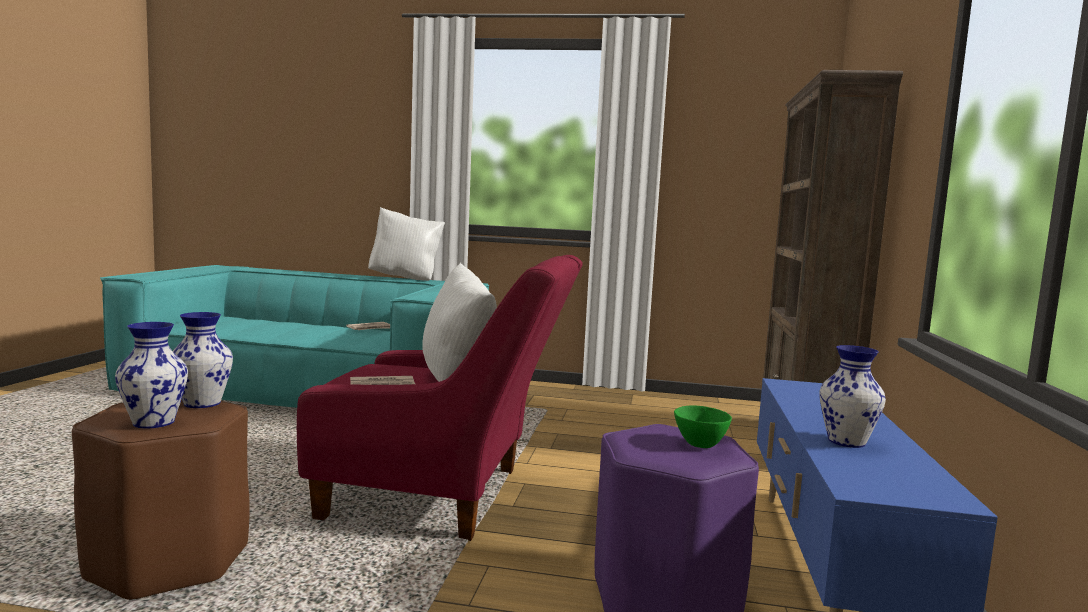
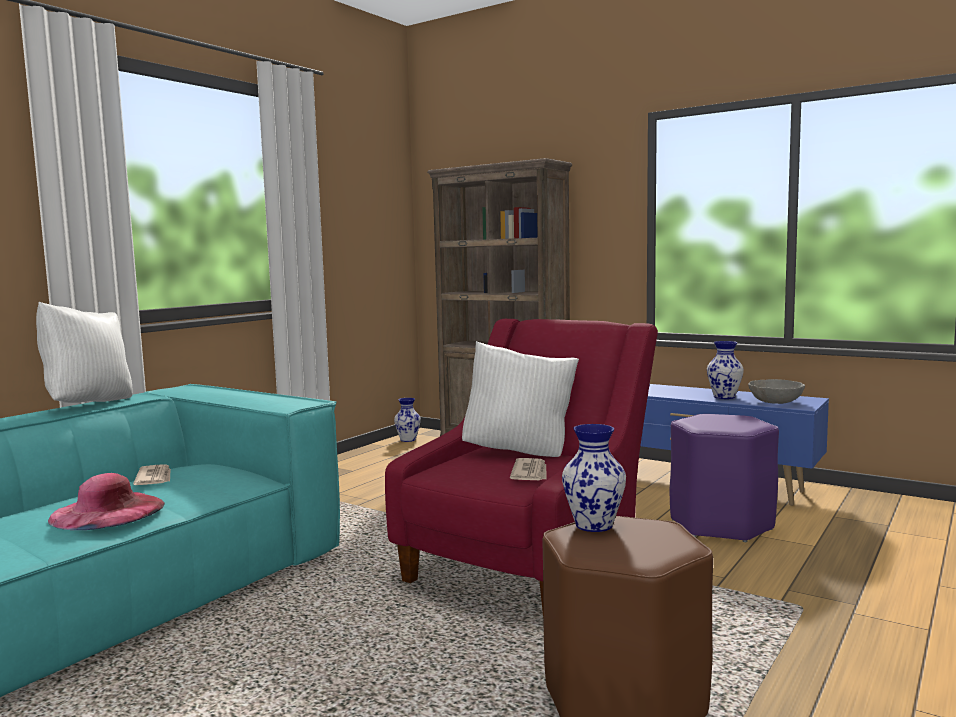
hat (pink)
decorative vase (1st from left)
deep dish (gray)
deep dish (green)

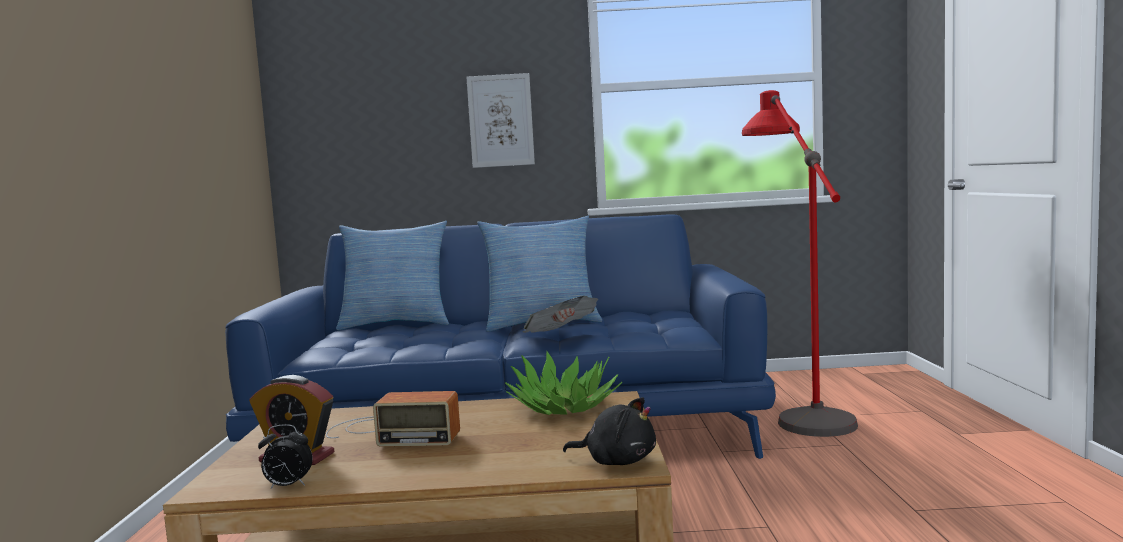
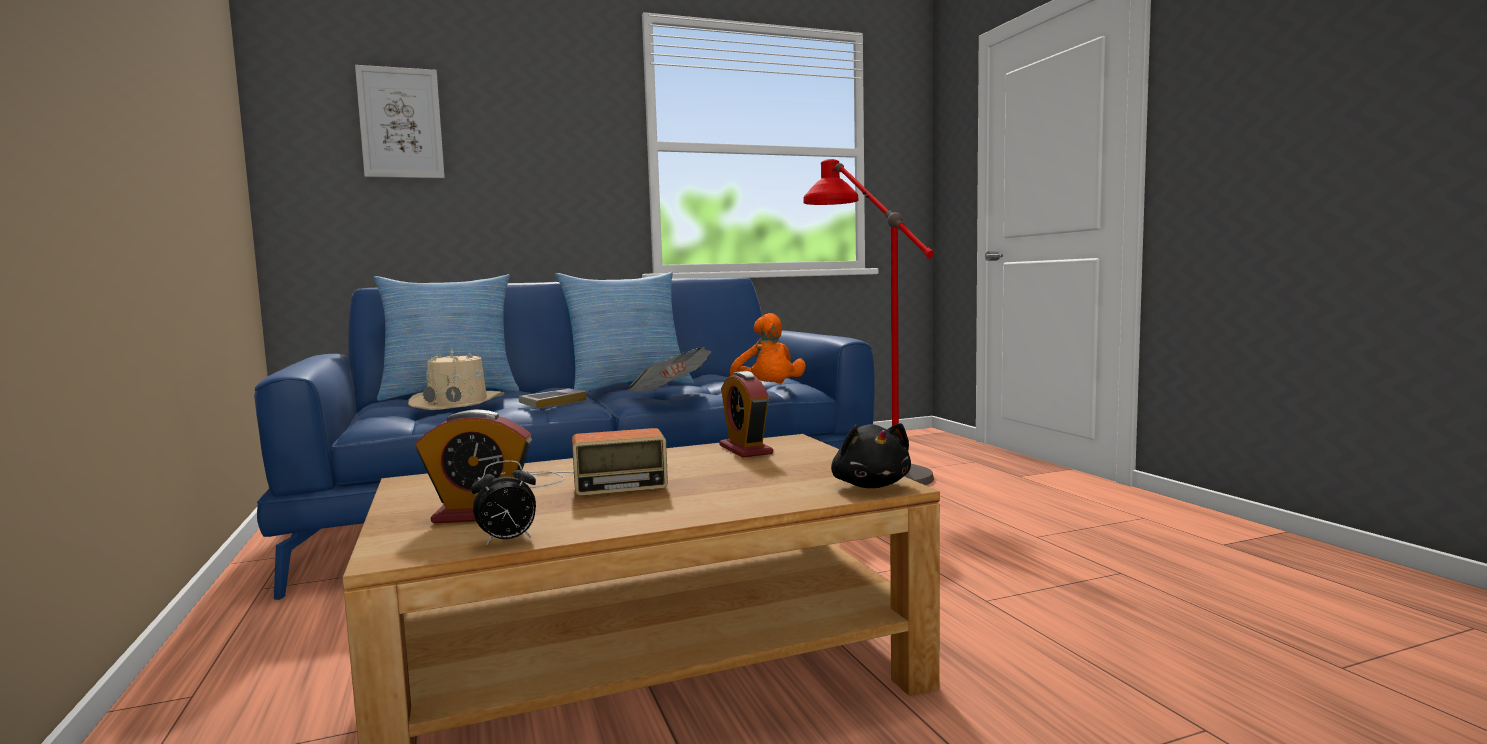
wall picture
hat (sand-coloured)
book
alarm clock (3rd from left)
soft toy (orange)
soft toy (black-coloured)

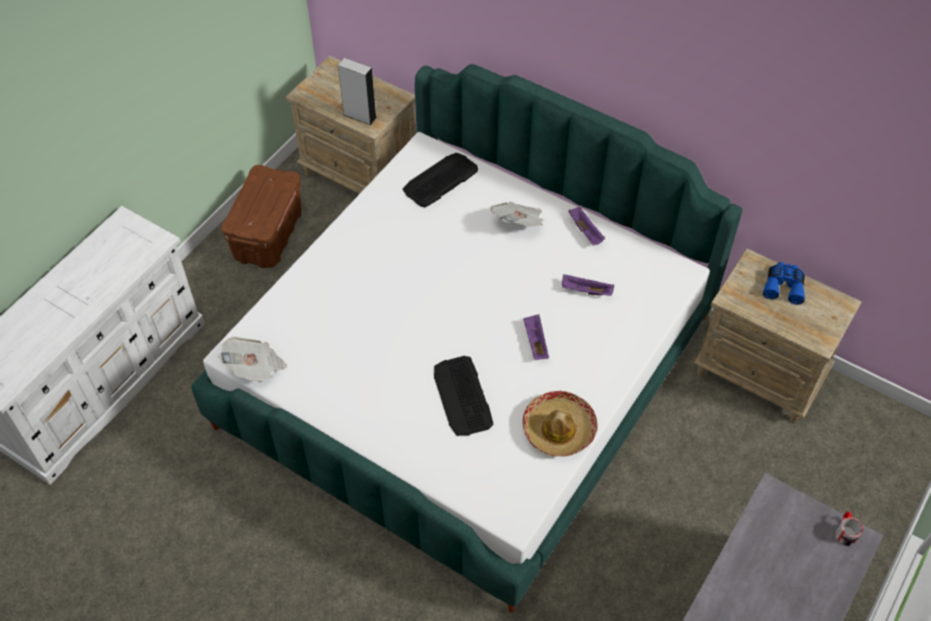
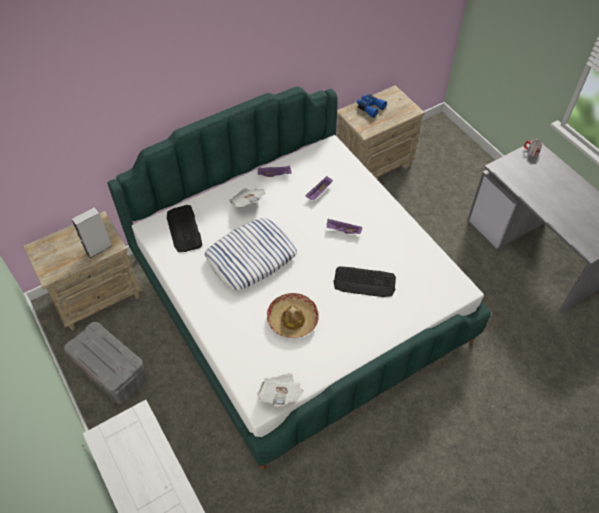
storage box (gray)
throw pillow
hat

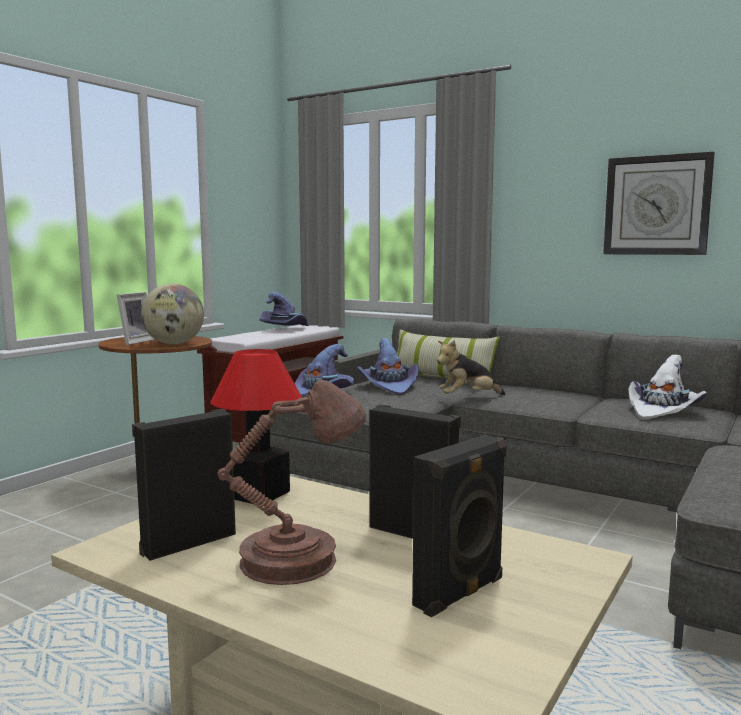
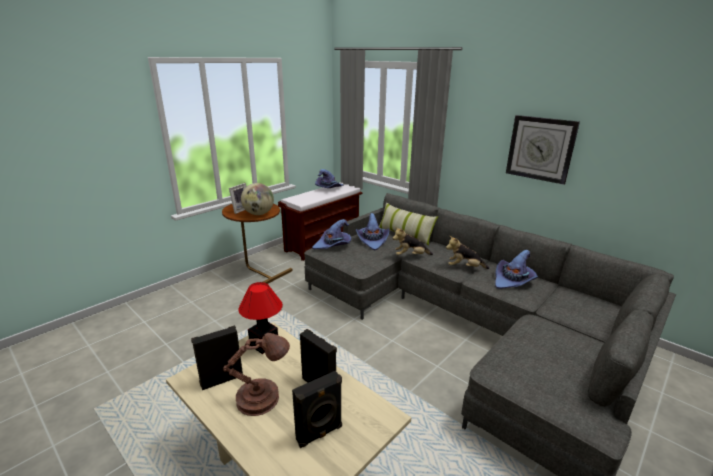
soft toy (2nd from left)
hat (purple) (4th from left)

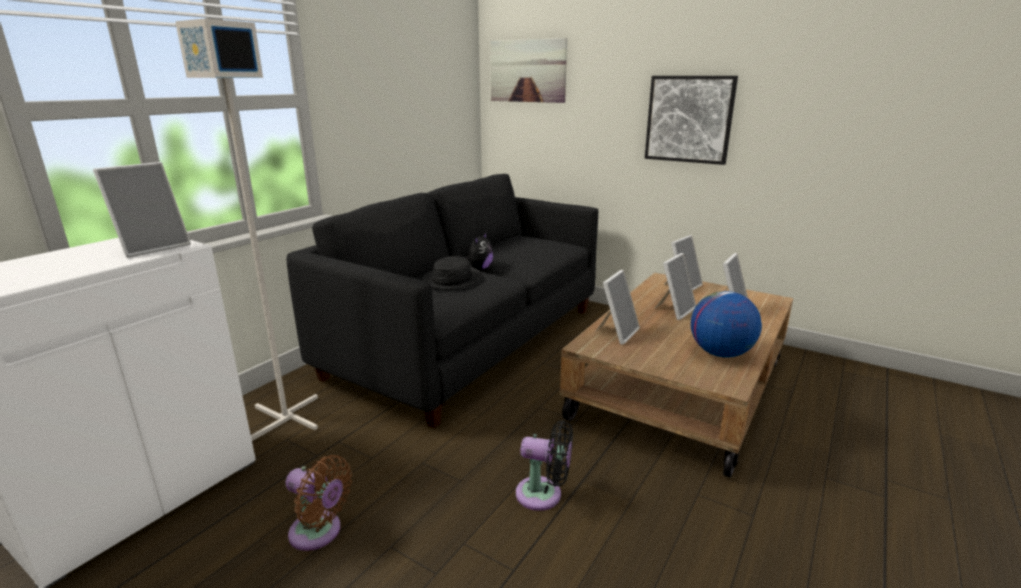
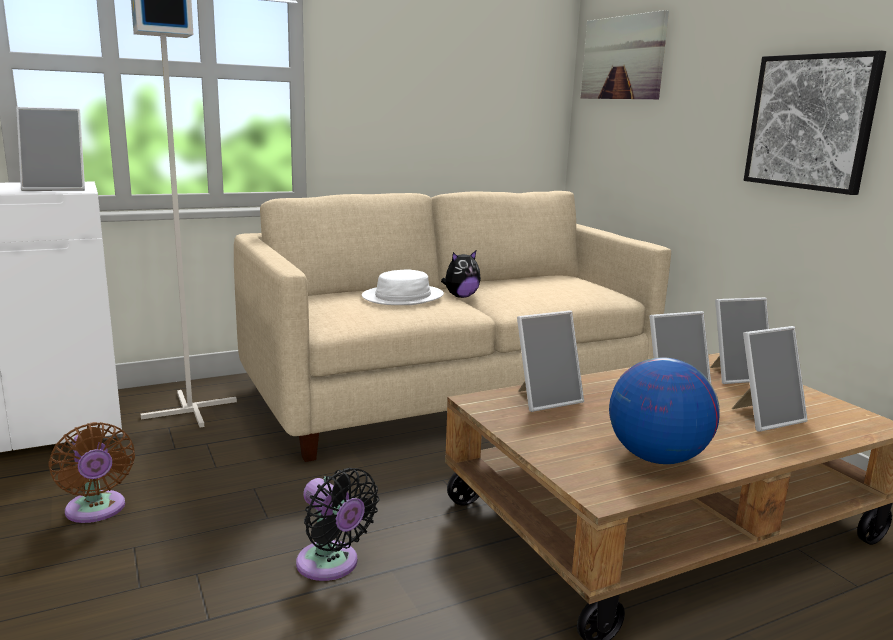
couch (sand-coloured)
hat (white-coloured)

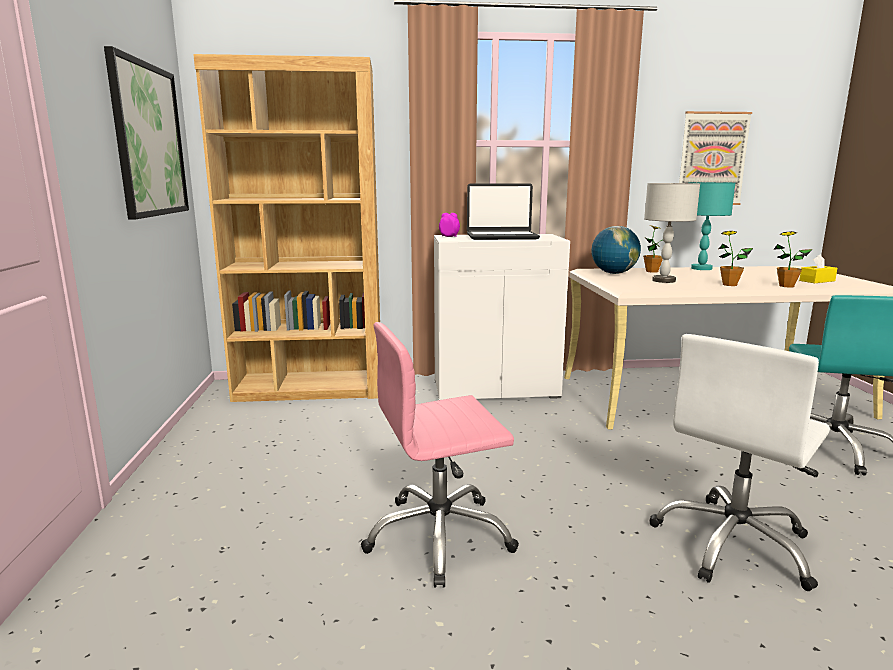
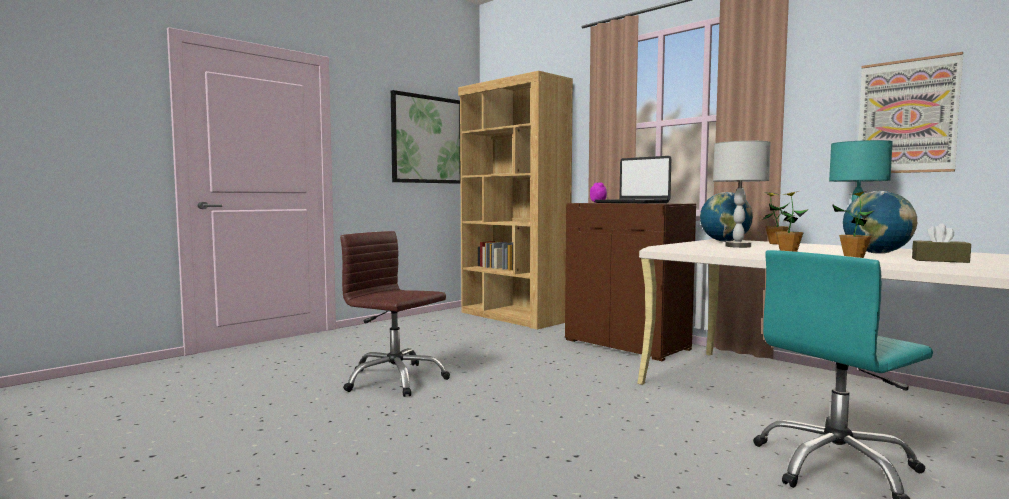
computer chair (brownish)
cabinet (brownish)
world globe (2nd from left)
tissue holder (brownish)
computer chair (white-coloured)

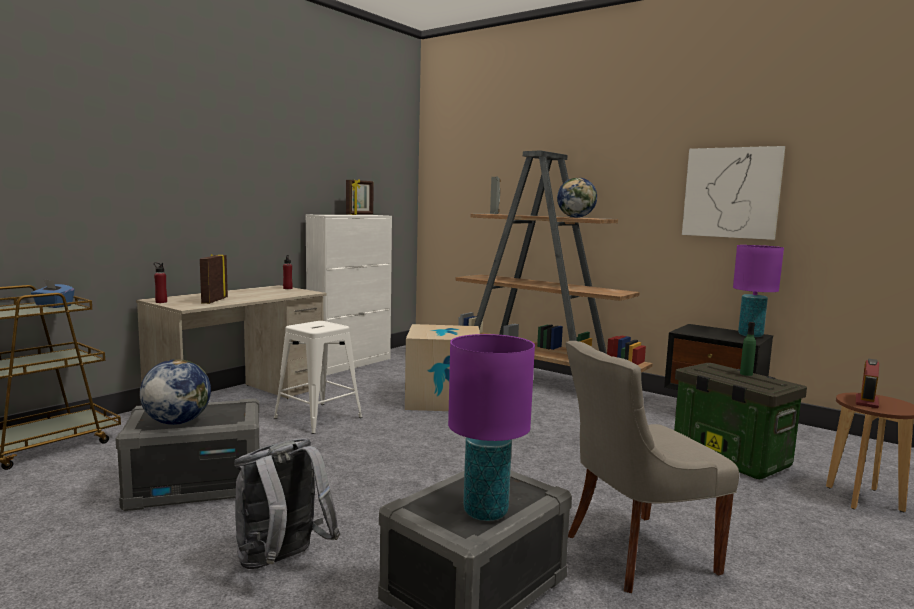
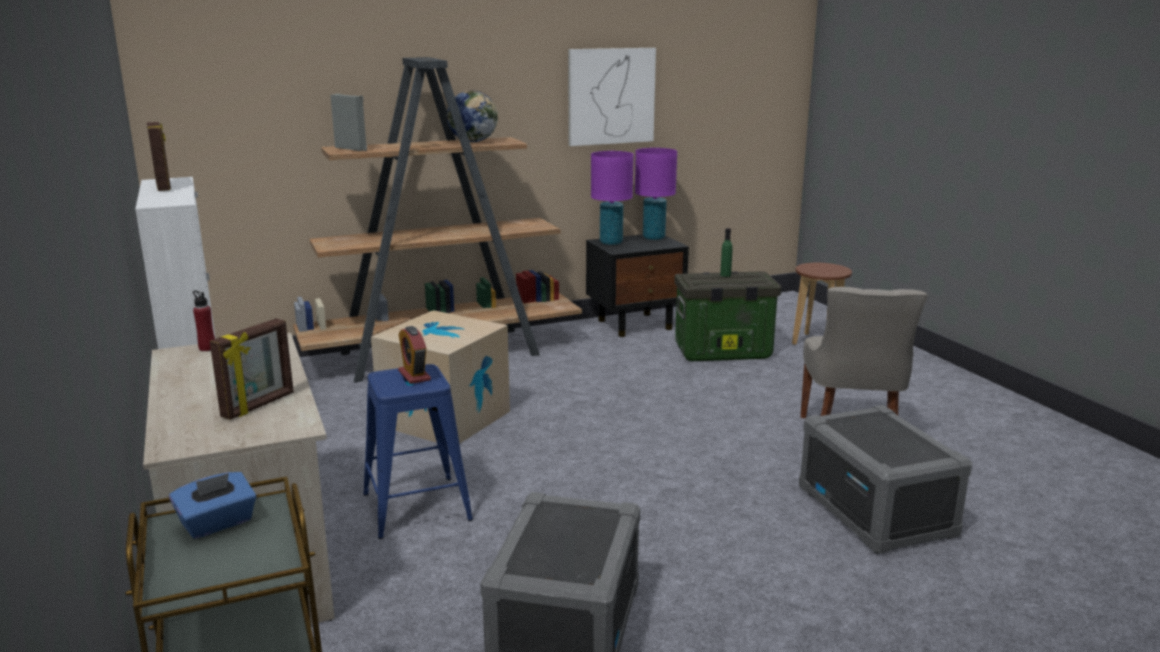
picture frame (2nd from left)
sitting stool (blue-coloured)
alarm clock
lamp for a table (purple) (1st from left)
world globe (1st from left in the first image)
drink bottle (reddish) (1st from left in the first image)
knapsack (gray)

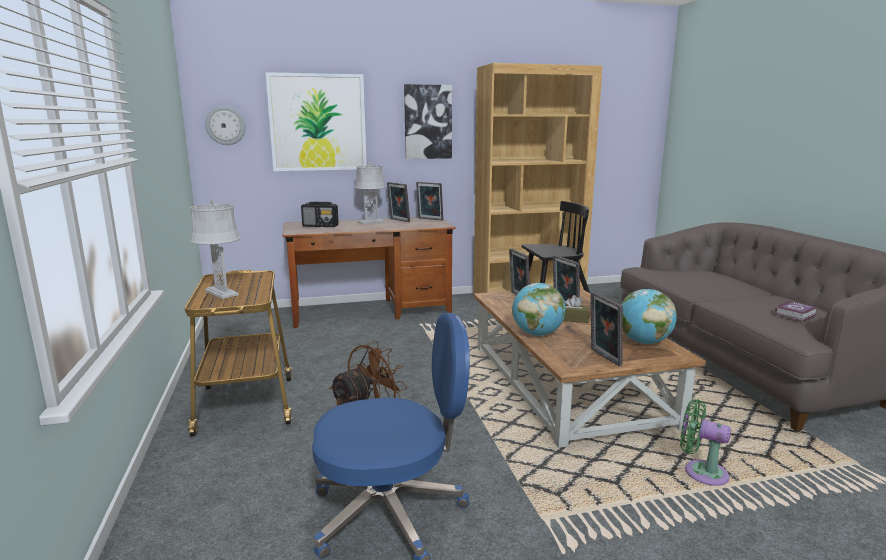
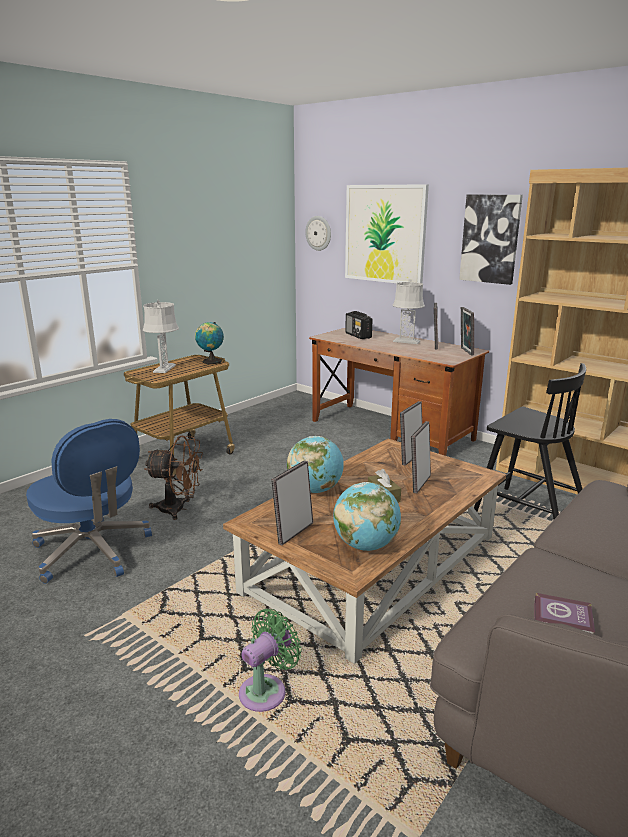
world globe (1st from left)
electric fan (green)

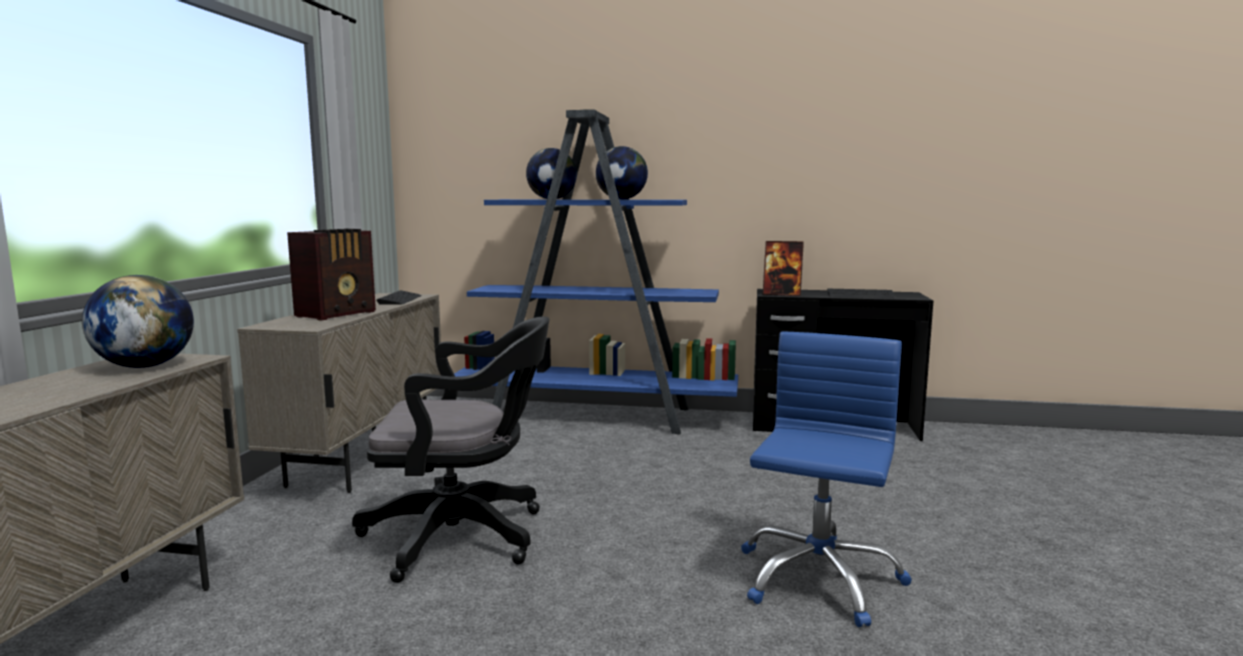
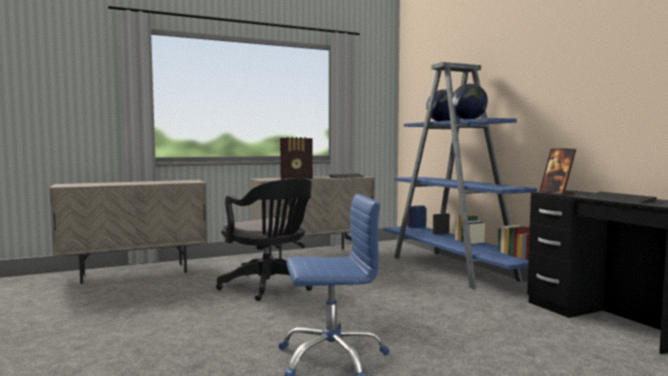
world globe (1st from left in the first image)

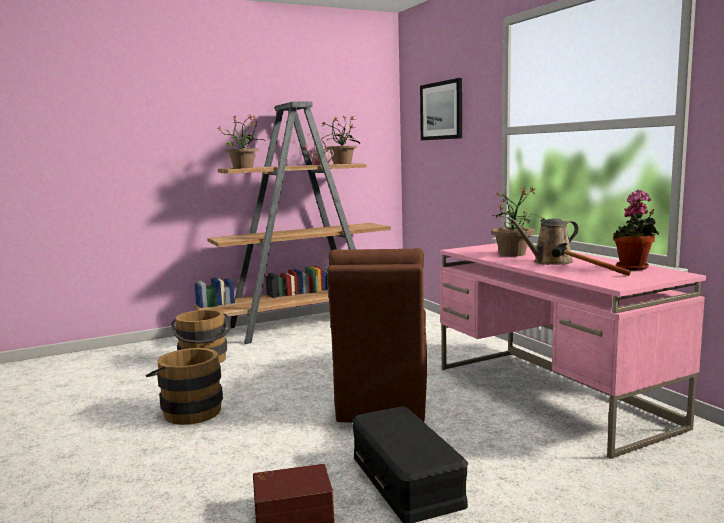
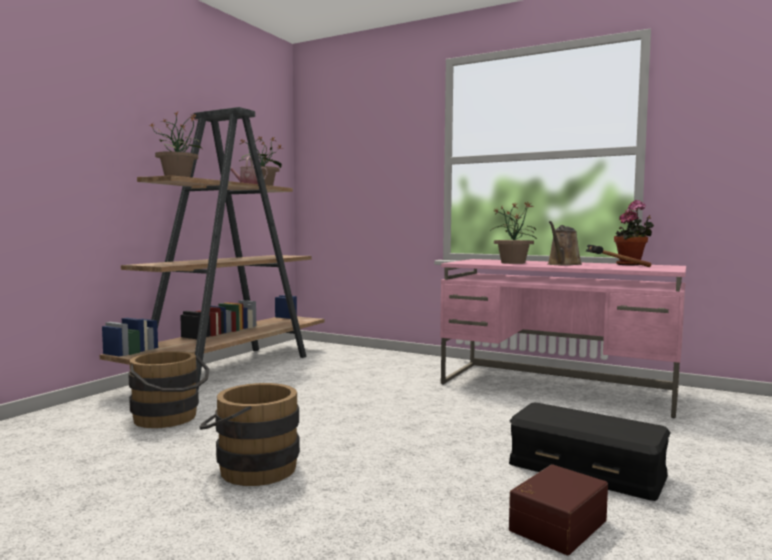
upright chair (brownish)
wall picture

